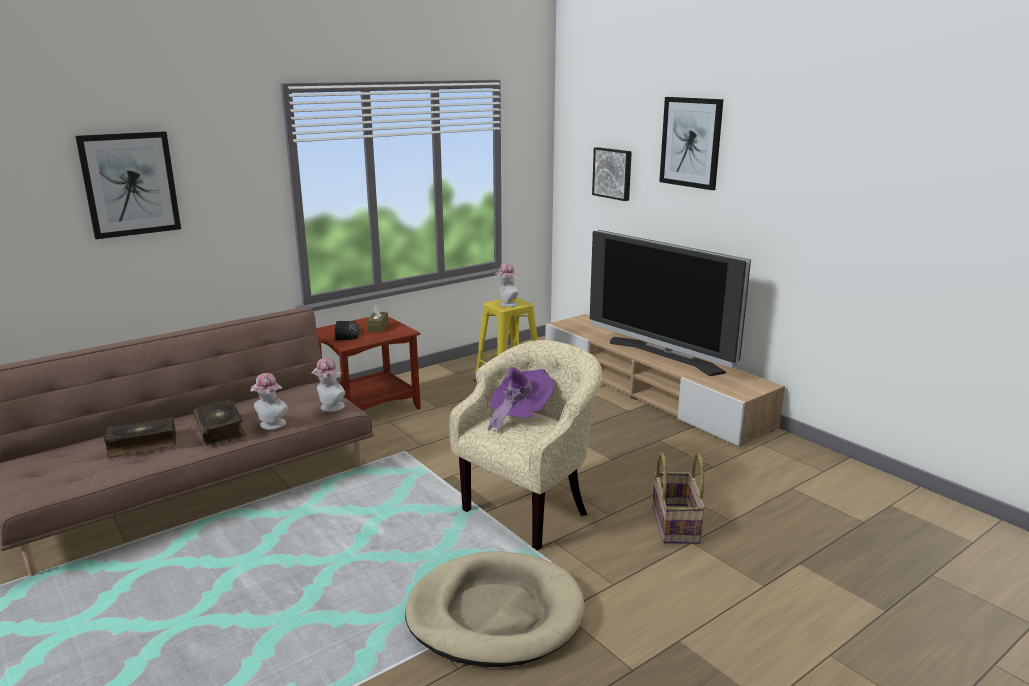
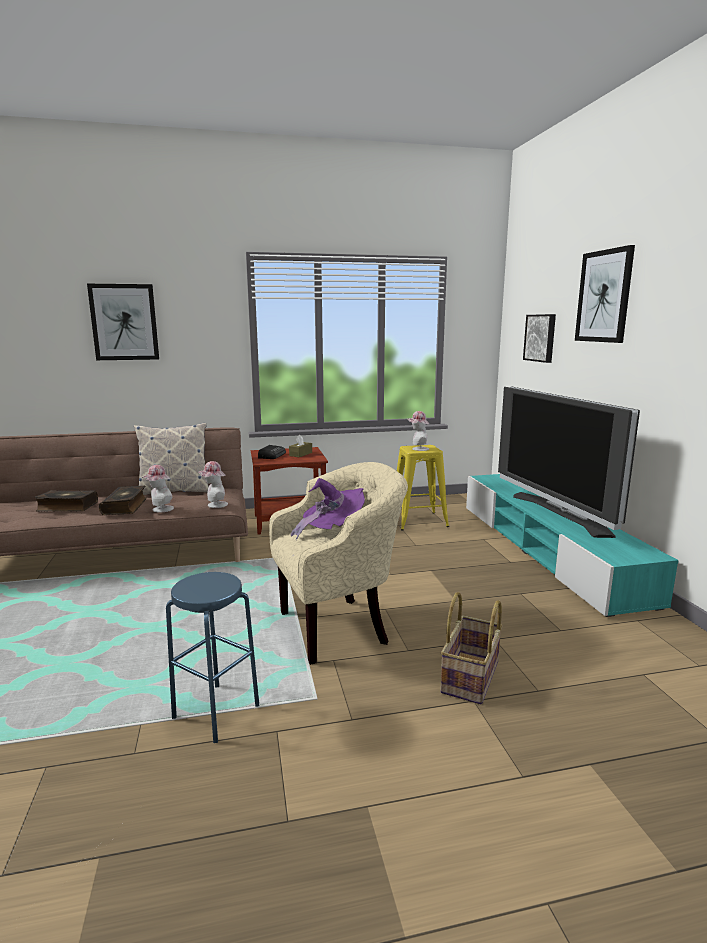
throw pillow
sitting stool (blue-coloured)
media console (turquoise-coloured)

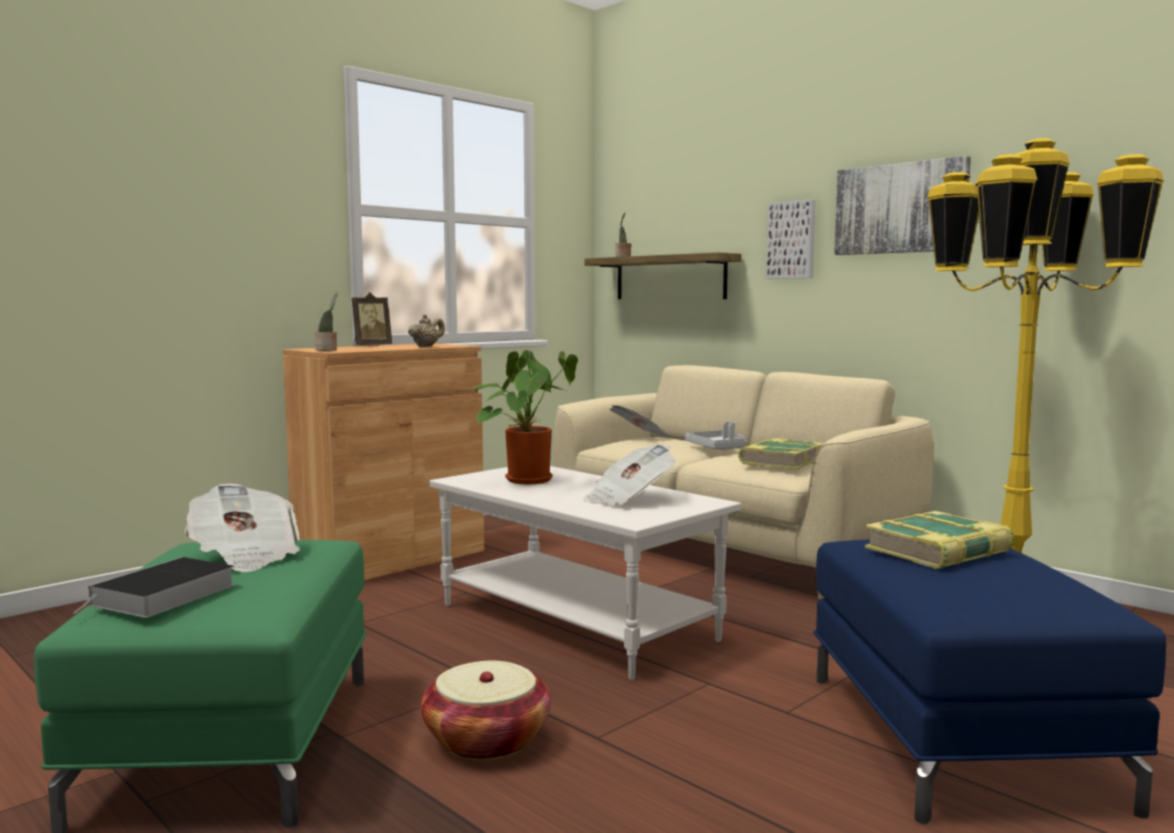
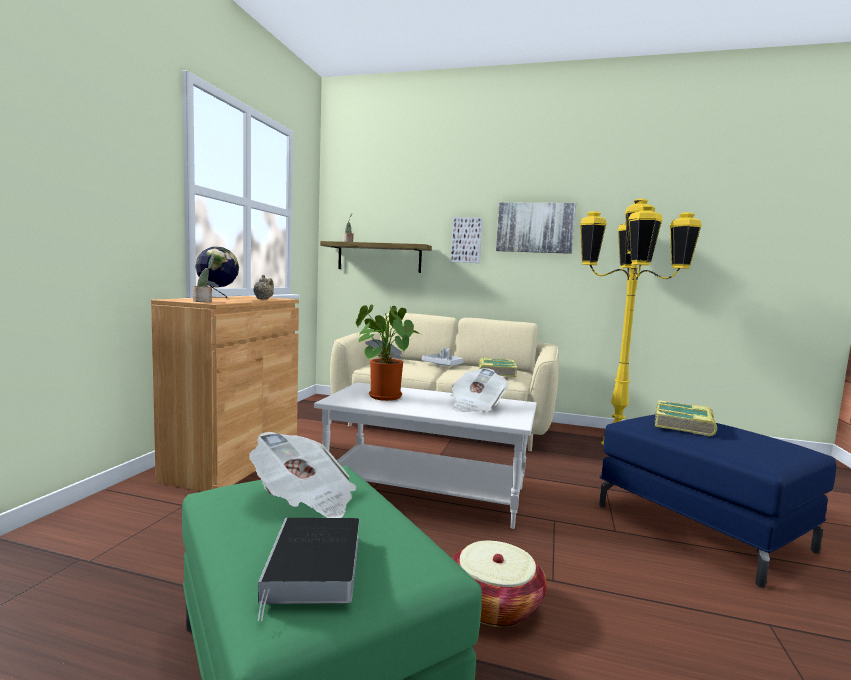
world globe

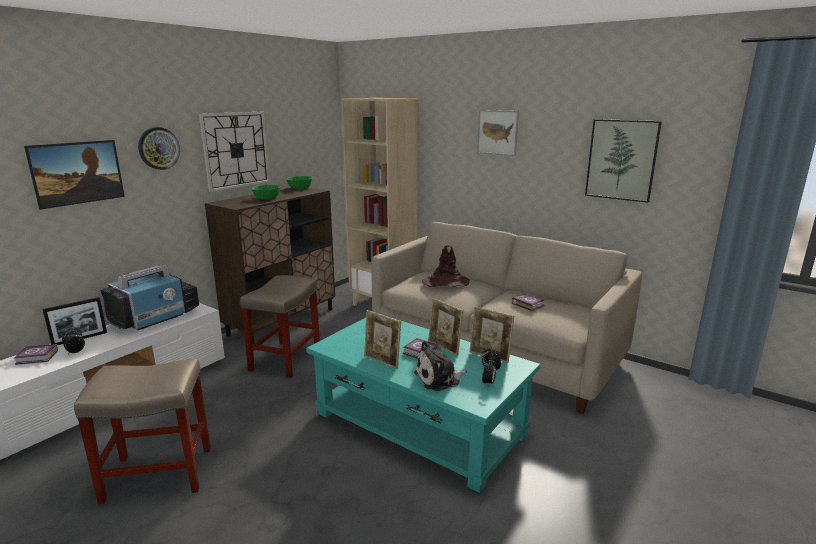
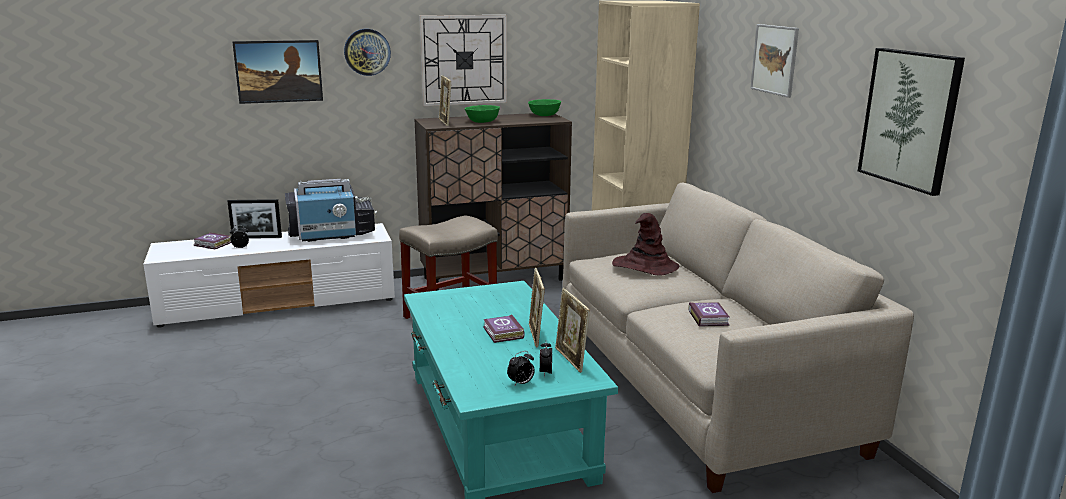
picture frame (2nd from left)
sitting stool (sand-coloured) (1st from left in the first image)
soft toy

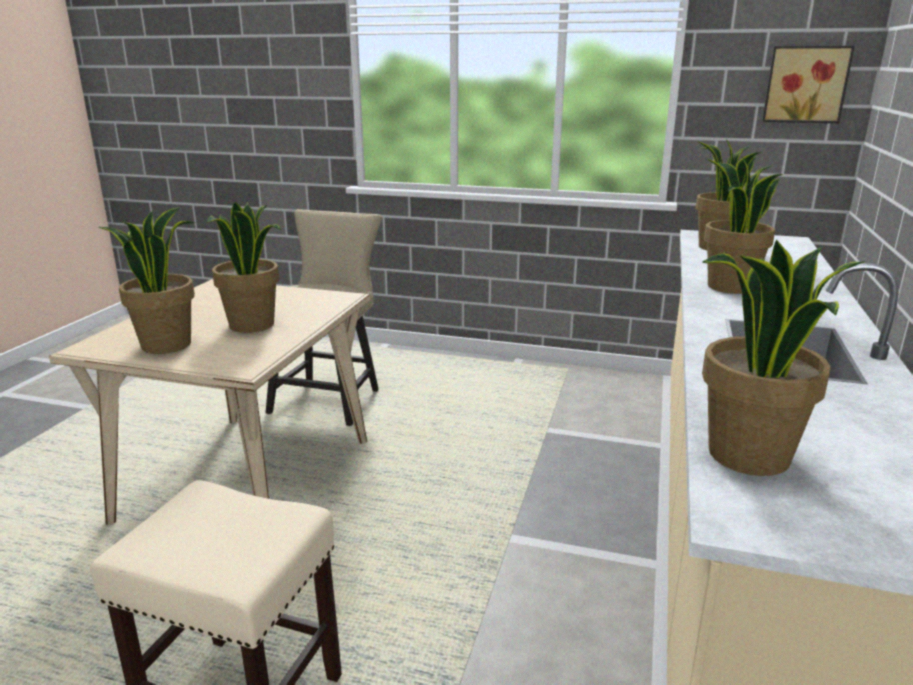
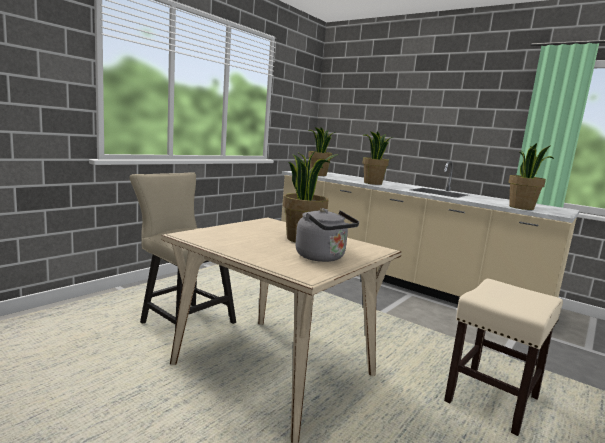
kettle (gray)
wall picture

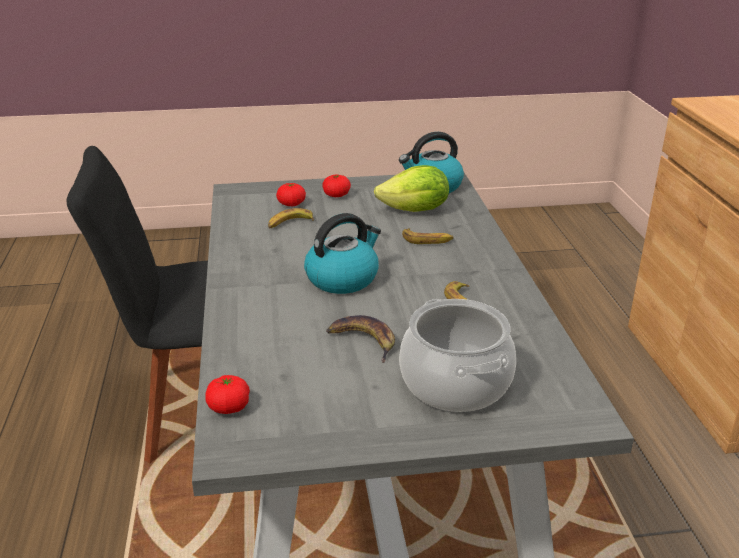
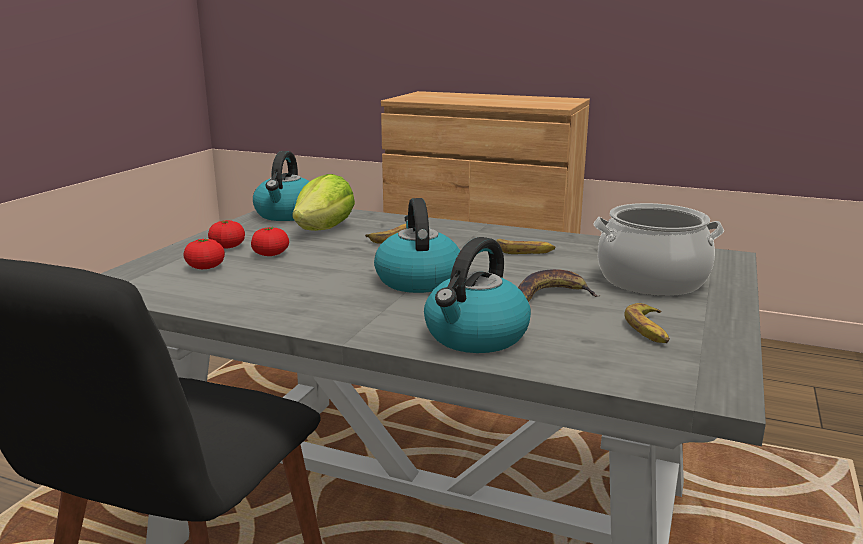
fresh tomato (3rd from left)
kettle (3rd from left)
banana (4th from left)

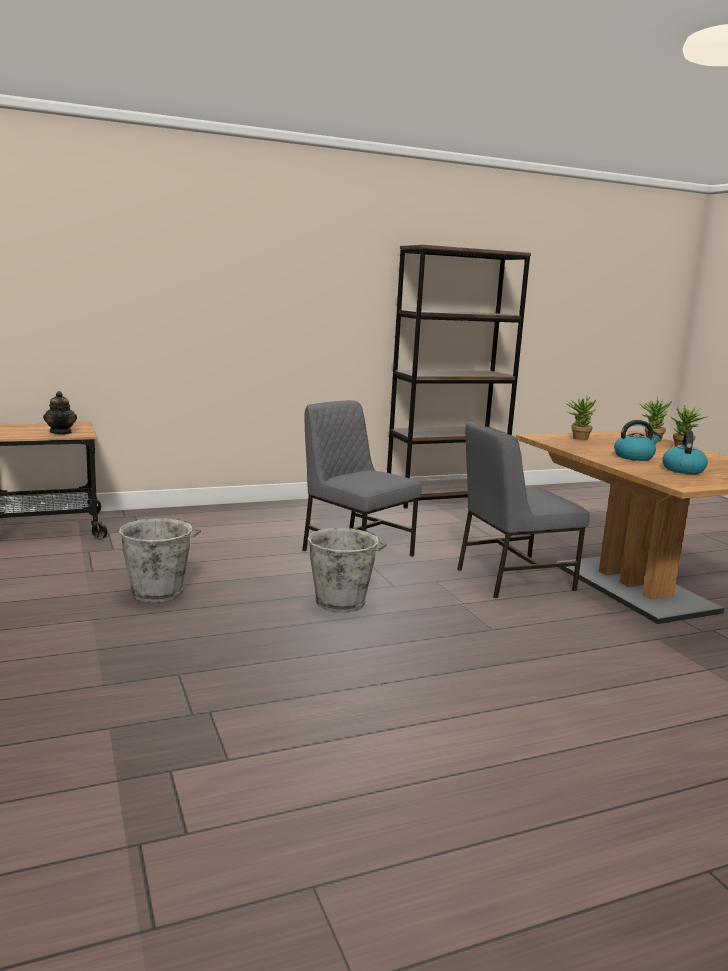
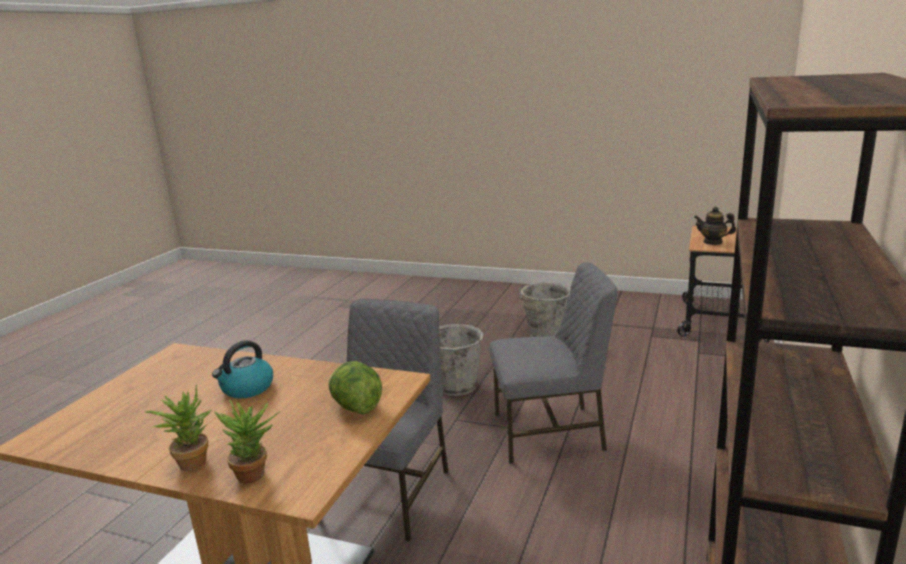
lettuce head
kettle (2nd from left in the first image)

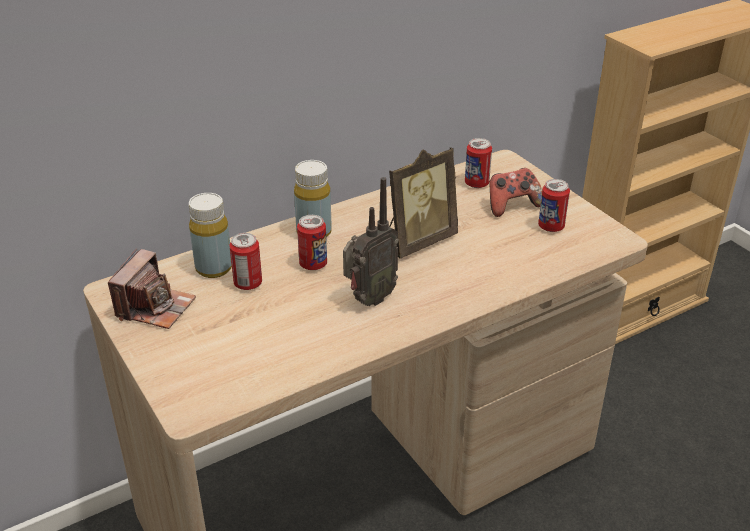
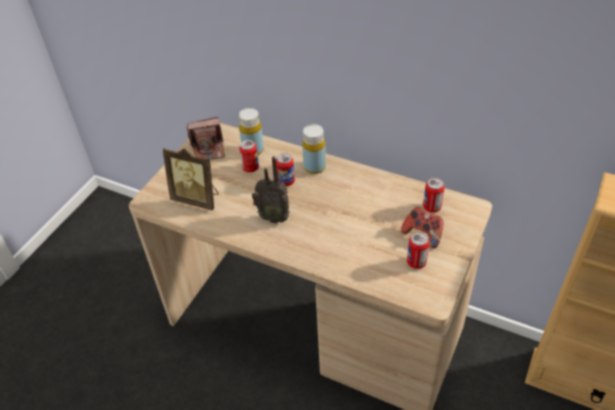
picture frame

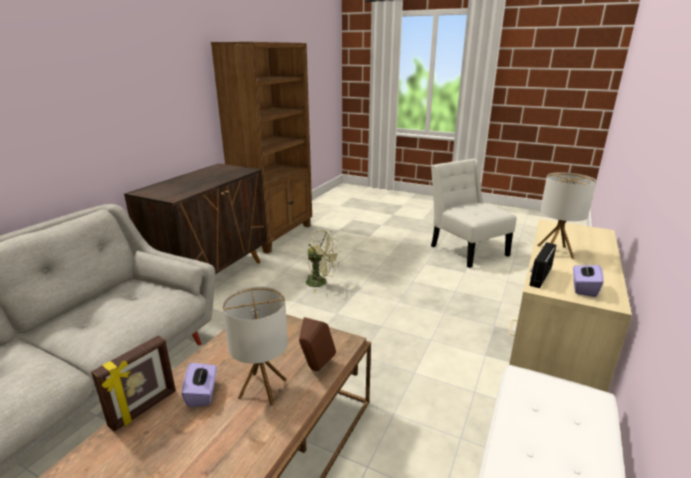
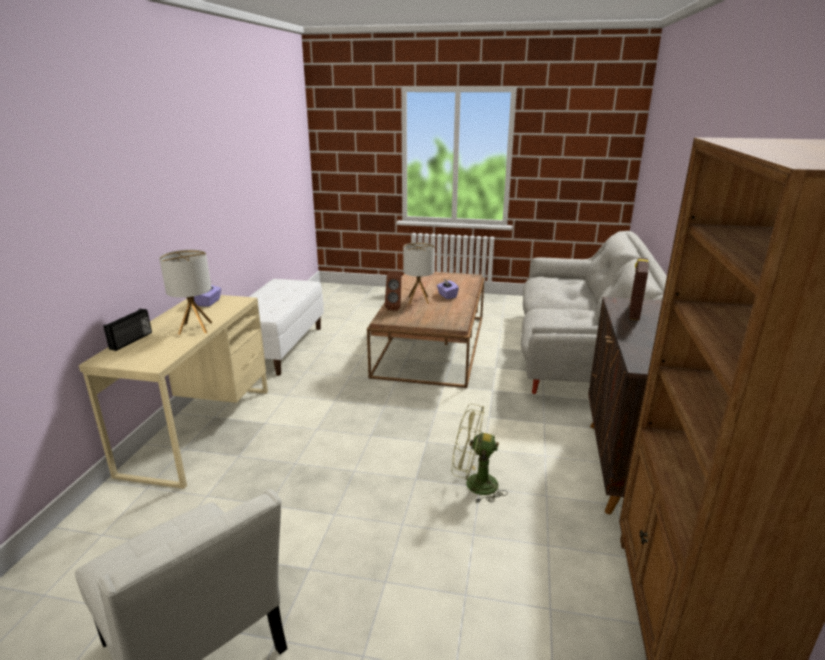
radio
picture frame

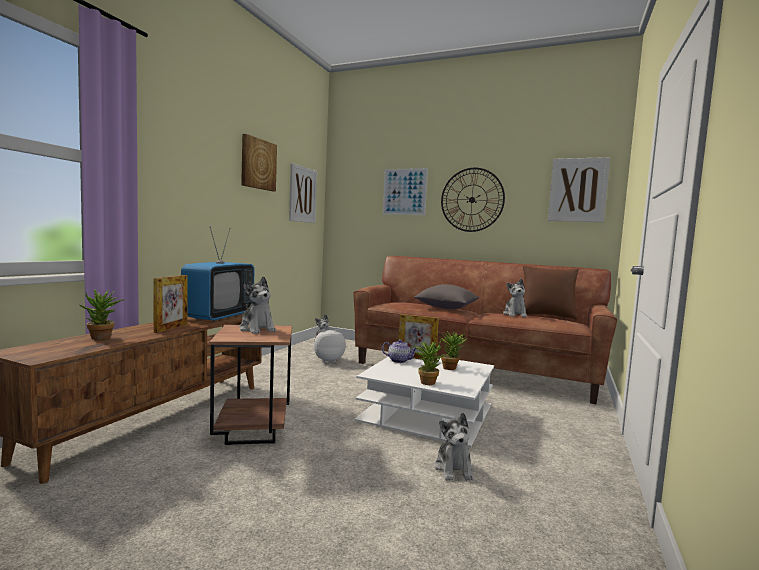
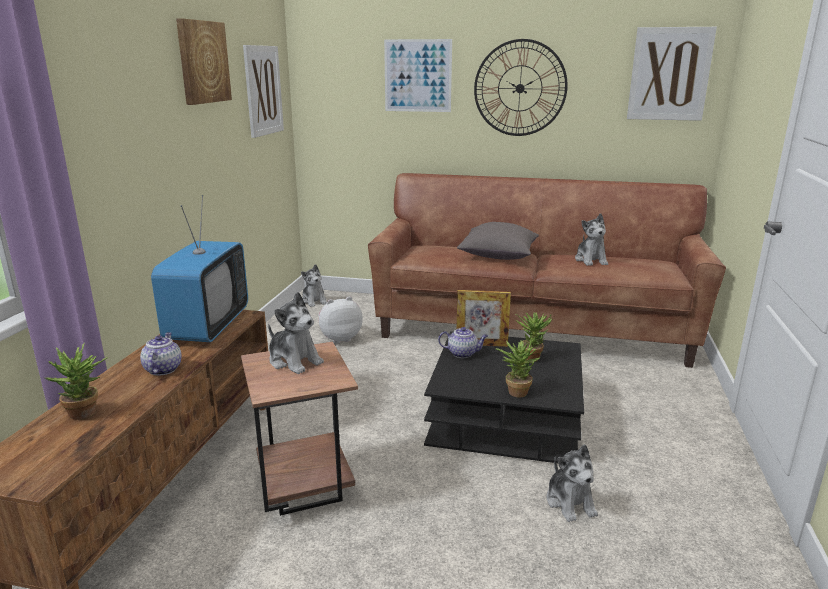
pot for tea (1st from left)
coffee table (black-coloured)
throw pillow (brownish)

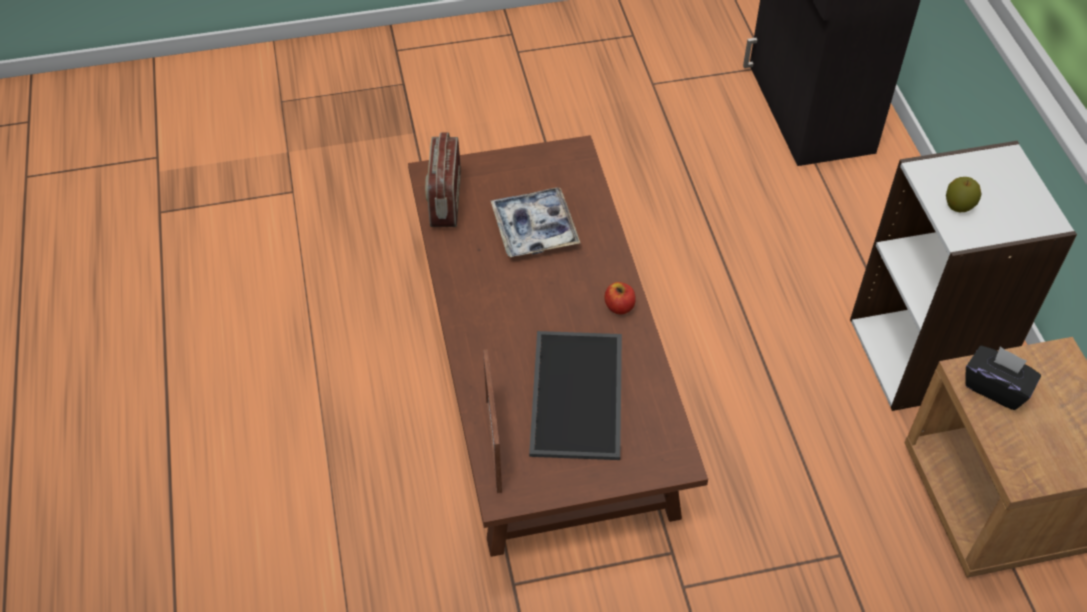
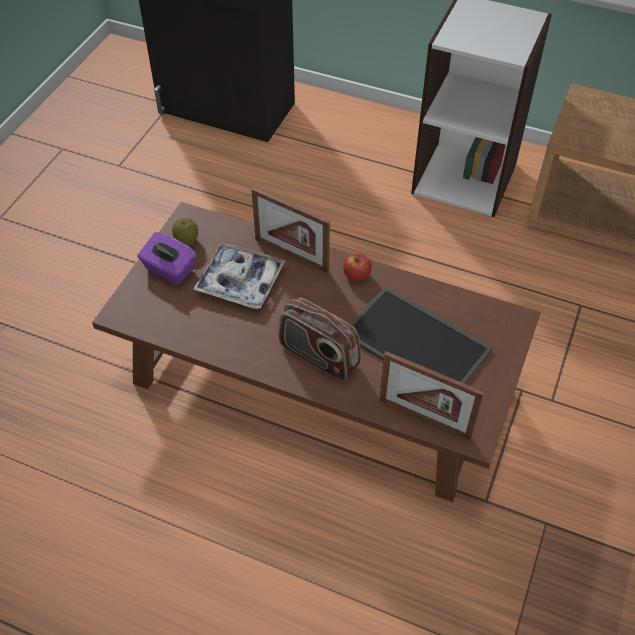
tissue holder (purple)
apple (1st from left)
picture frame (1st from left)
radio
tissue holder (black-coloured)

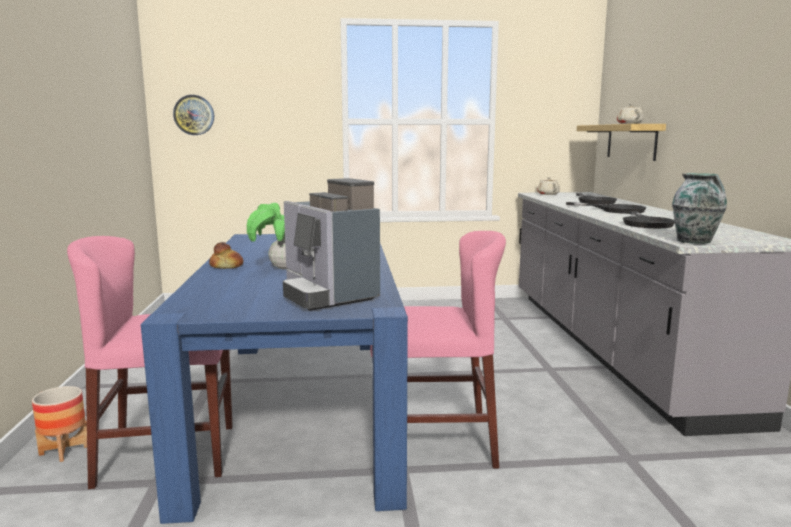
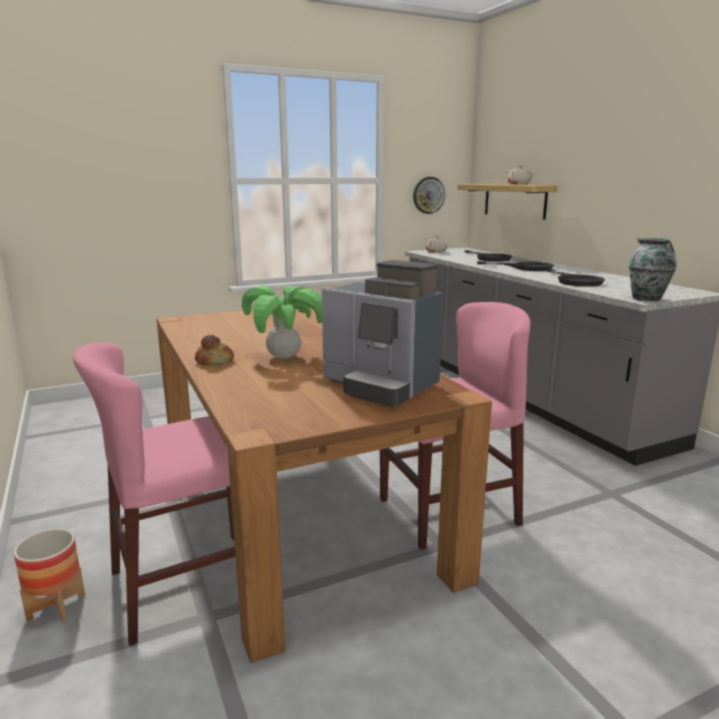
kitchen table (brownish)
wall clock

